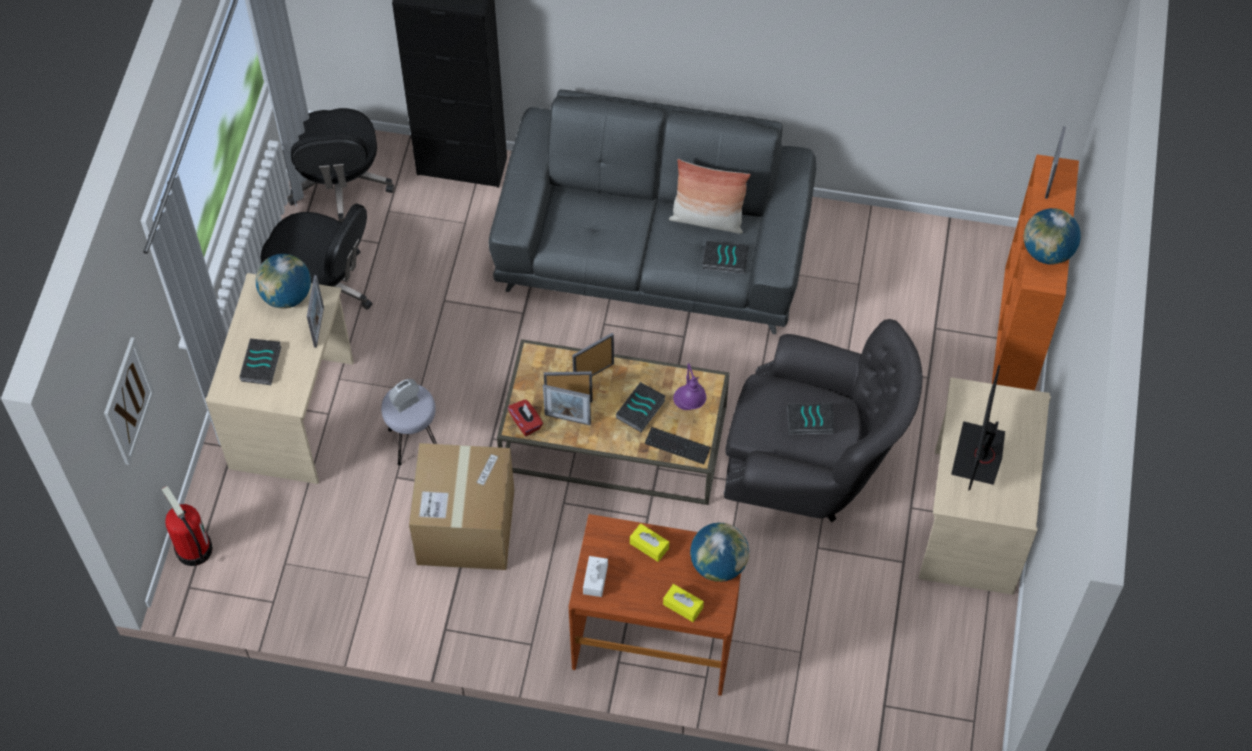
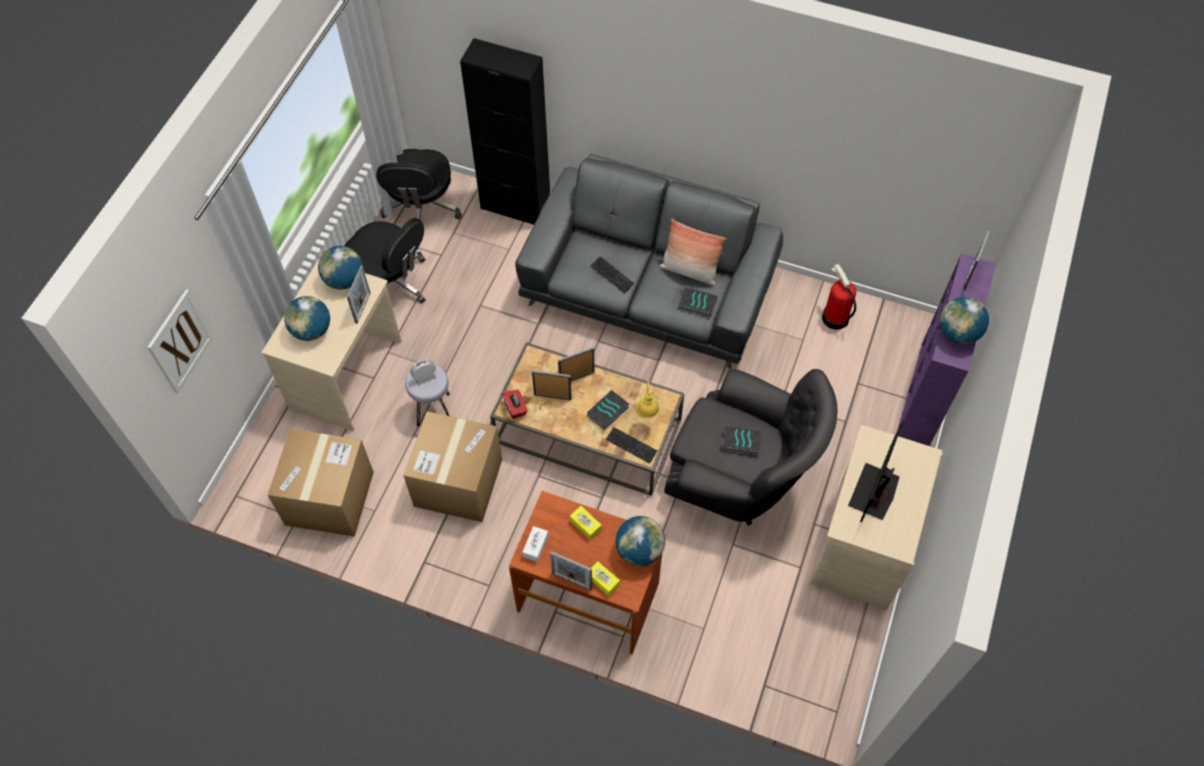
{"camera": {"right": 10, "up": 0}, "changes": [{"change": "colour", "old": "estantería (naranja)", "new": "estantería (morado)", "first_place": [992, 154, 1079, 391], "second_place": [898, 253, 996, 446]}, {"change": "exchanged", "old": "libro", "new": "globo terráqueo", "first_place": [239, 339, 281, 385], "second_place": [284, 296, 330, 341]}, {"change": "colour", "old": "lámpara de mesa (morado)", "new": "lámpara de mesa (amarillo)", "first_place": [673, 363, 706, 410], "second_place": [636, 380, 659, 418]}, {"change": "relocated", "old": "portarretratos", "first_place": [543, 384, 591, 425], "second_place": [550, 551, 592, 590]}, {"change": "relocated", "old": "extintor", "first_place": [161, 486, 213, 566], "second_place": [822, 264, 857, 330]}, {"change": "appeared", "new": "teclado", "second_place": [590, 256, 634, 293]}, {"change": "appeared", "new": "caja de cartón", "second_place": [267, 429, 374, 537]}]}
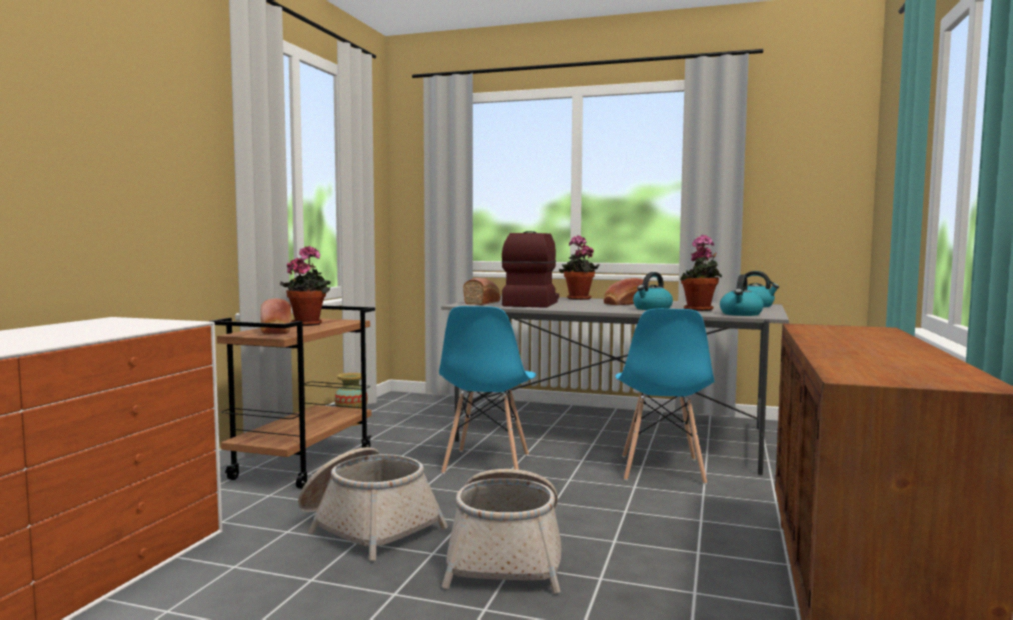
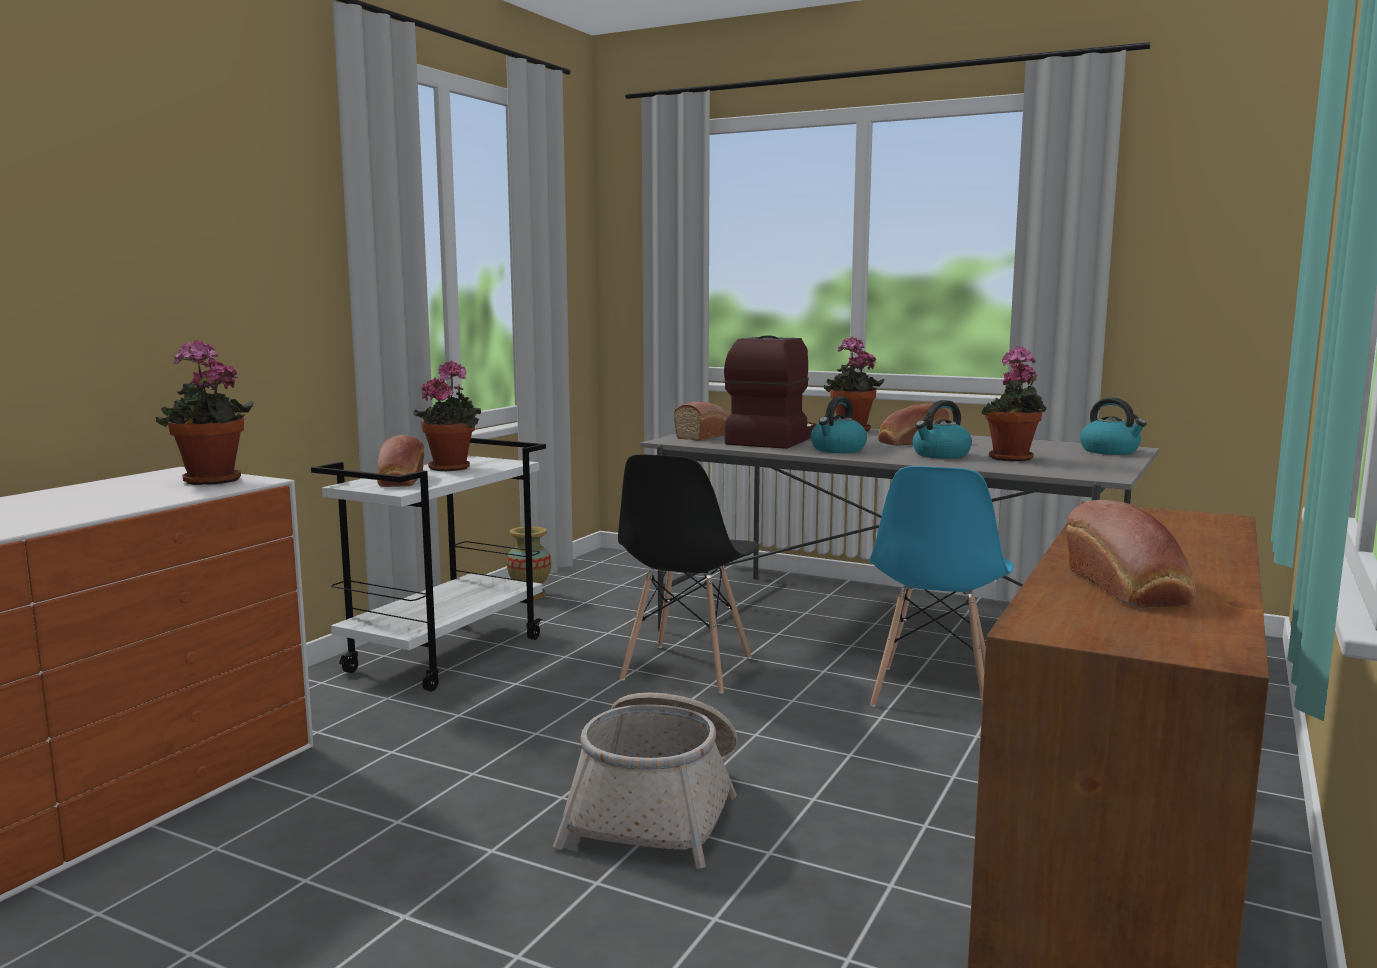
{"camera": {"right": 10, "up": 5}, "changes": [{"change": "relocated", "old": "hervidor", "first_place": [720, 275, 764, 316], "second_place": [811, 397, 867, 453]}, {"change": "colour", "old": "carrito (marrón)", "new": "carrito (blanco)", "first_place": [209, 305, 375, 489], "second_place": [311, 438, 546, 691]}, {"change": "colour", "old": "silla (azul)", "new": "silla (negro)", "first_place": [439, 306, 536, 474], "second_place": [618, 454, 759, 694]}, {"change": "missing", "old": "cesta", "first_place": [298, 447, 448, 561]}, {"change": "appeared", "new": "planta en maceta", "second_place": [156, 339, 254, 485]}, {"change": "appeared", "new": "pan", "second_place": [1066, 500, 1196, 608]}]}
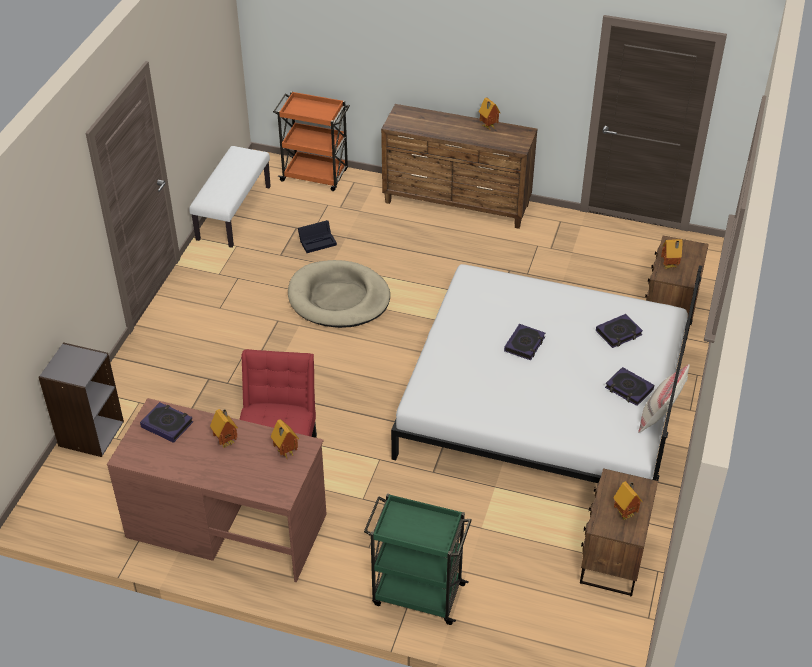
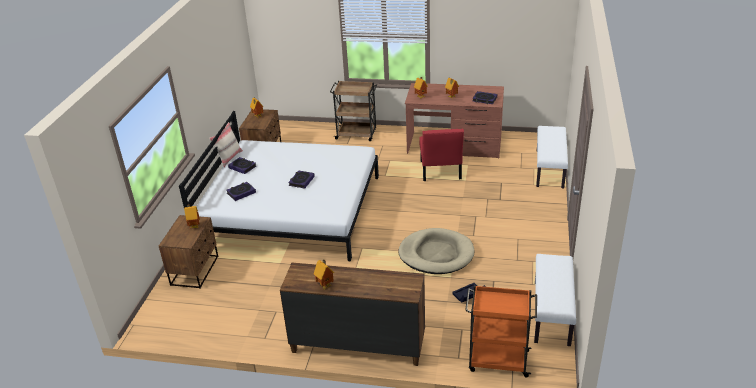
{"camera": {"right": 175, "up": -10}, "changes": [{"change": "exchanged", "old": "estantería (gris)", "new": "banco (blanco)", "first_place": [38, 342, 124, 457], "second_place": [536, 126, 568, 188]}, {"change": "colour", "old": "carrito (verde)", "new": "carrito (marrón)", "first_place": [364, 493, 472, 625], "second_place": [330, 81, 377, 141]}]}
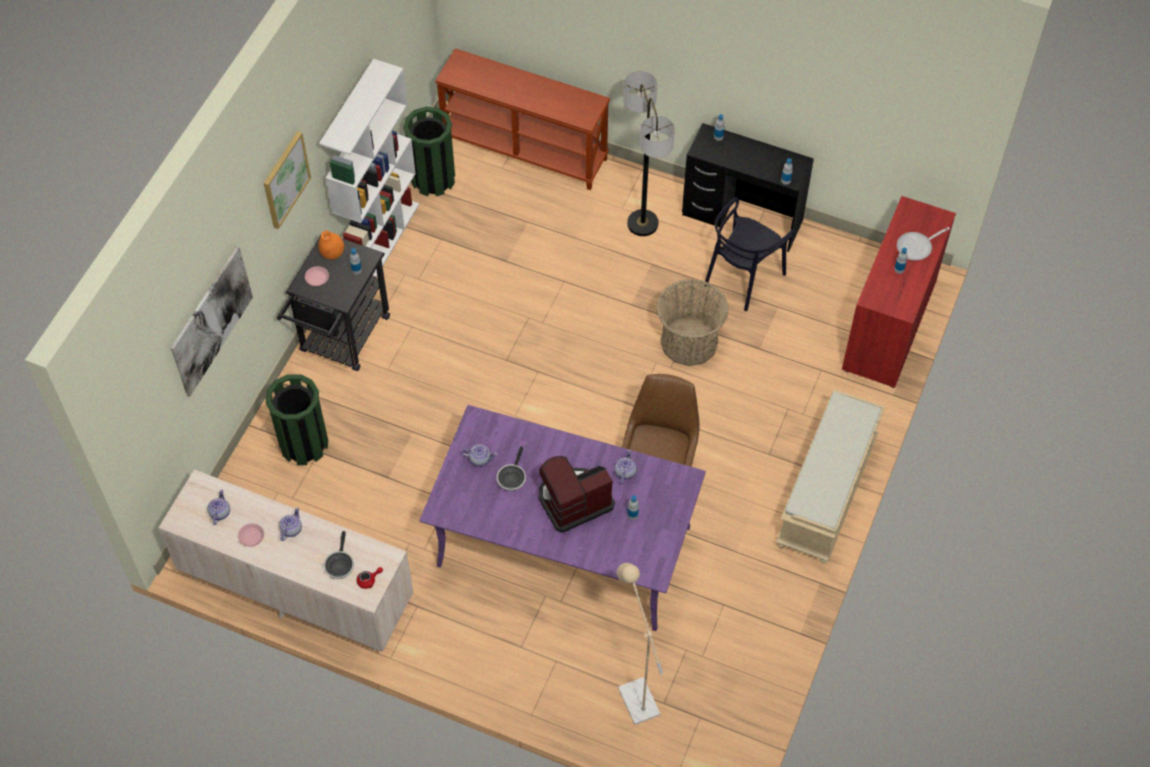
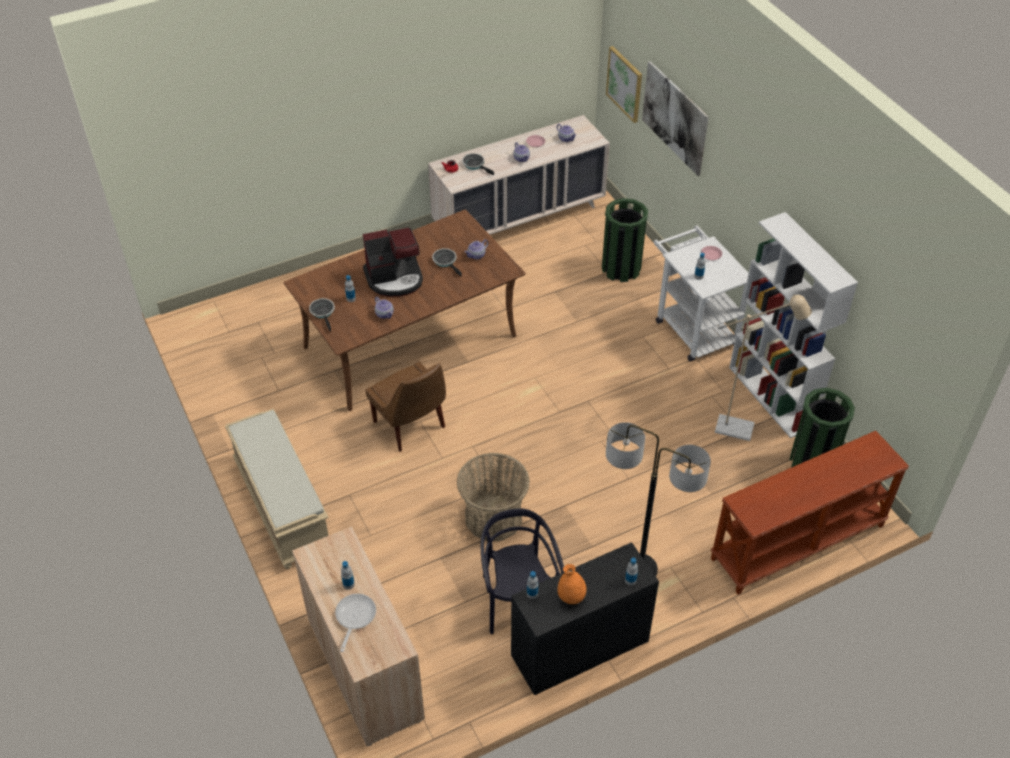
{"camera": {"right": 130, "up": -10}, "changes": [{"change": "relocated", "old": "cuadro", "first_place": [264, 131, 311, 229], "second_place": [606, 46, 642, 123]}, {"change": "colour", "old": "armario (rojo)", "new": "armario (beis)", "first_place": [842, 196, 956, 388], "second_place": [292, 527, 425, 746]}, {"change": "relocated", "old": "florero (naranja)", "first_place": [318, 231, 344, 259], "second_place": [557, 564, 587, 604]}, {"change": "colour", "old": "carrito (negro)", "new": "carrito (blanco)", "first_place": [277, 236, 390, 371], "second_place": [654, 225, 748, 361]}, {"change": "colour", "old": "mesa de comedor (morado)", "new": "mesa de comedor (marrón)", "first_place": [420, 405, 706, 631], "second_place": [283, 209, 526, 411]}, {"change": "spun", "old": "cafetera", "first_place": [539, 456, 615, 533], "second_place": [363, 227, 423, 297], "degrees": 60}, {"change": "relocated", "old": "lámpara de pie (beis)", "first_place": [617, 563, 663, 725], "second_place": [715, 295, 812, 441]}, {"change": "appeared", "new": "sartén", "second_place": [309, 298, 335, 332]}]}
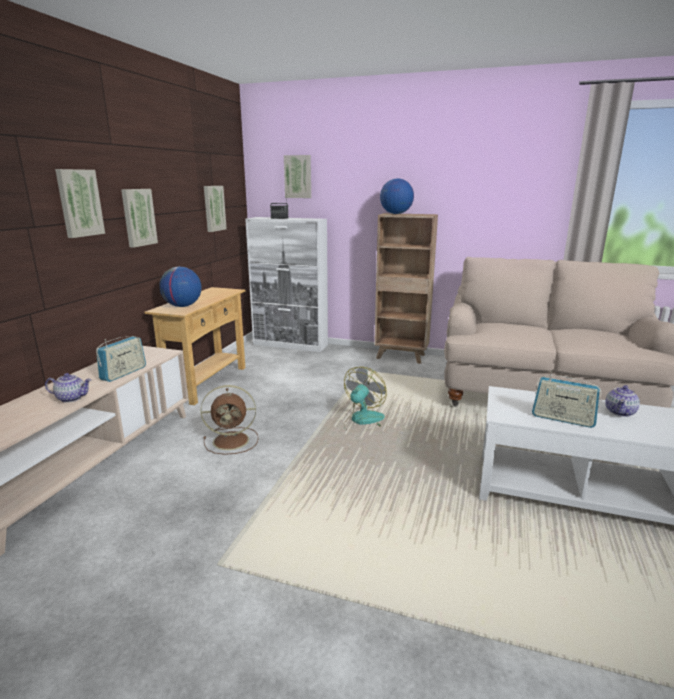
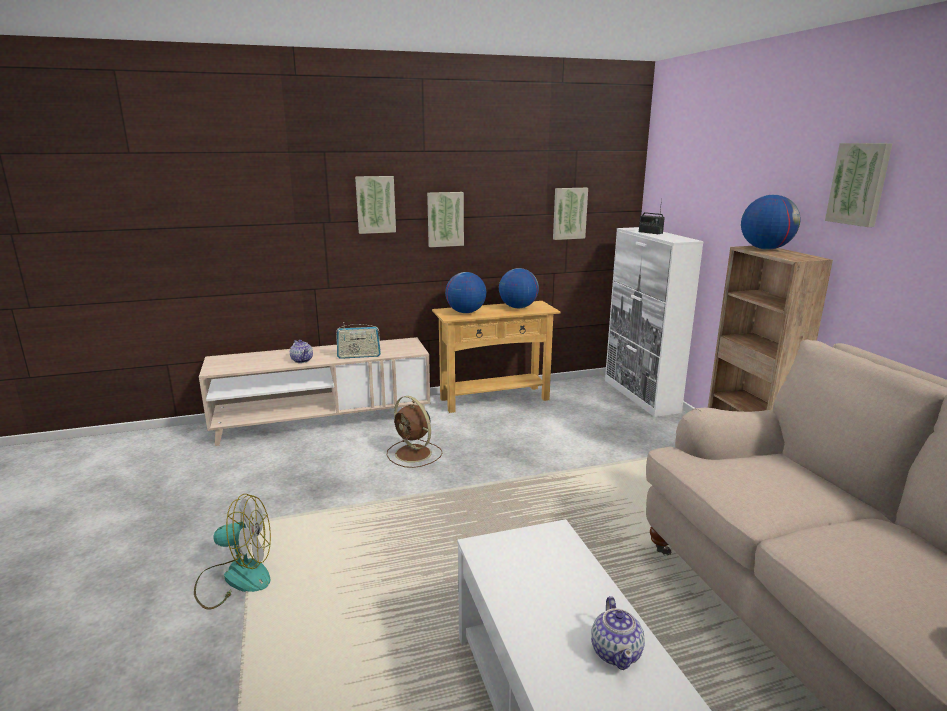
{"camera": {"right": 55, "up": 0}, "changes": [{"change": "relocated", "old": "cuadro", "first_place": [284, 155, 311, 198], "second_place": [825, 143, 893, 227]}, {"change": "relocated", "old": "ventilador", "first_place": [344, 367, 387, 428], "second_place": [194, 494, 271, 610]}, {"change": "missing", "old": "radio", "first_place": [532, 371, 601, 428]}, {"change": "spun", "old": "tetera", "first_place": [605, 385, 640, 417], "second_place": [591, 596, 645, 670], "degrees": -90}, {"change": "appeared", "new": "globo terráqueo", "second_place": [499, 268, 539, 308]}]}
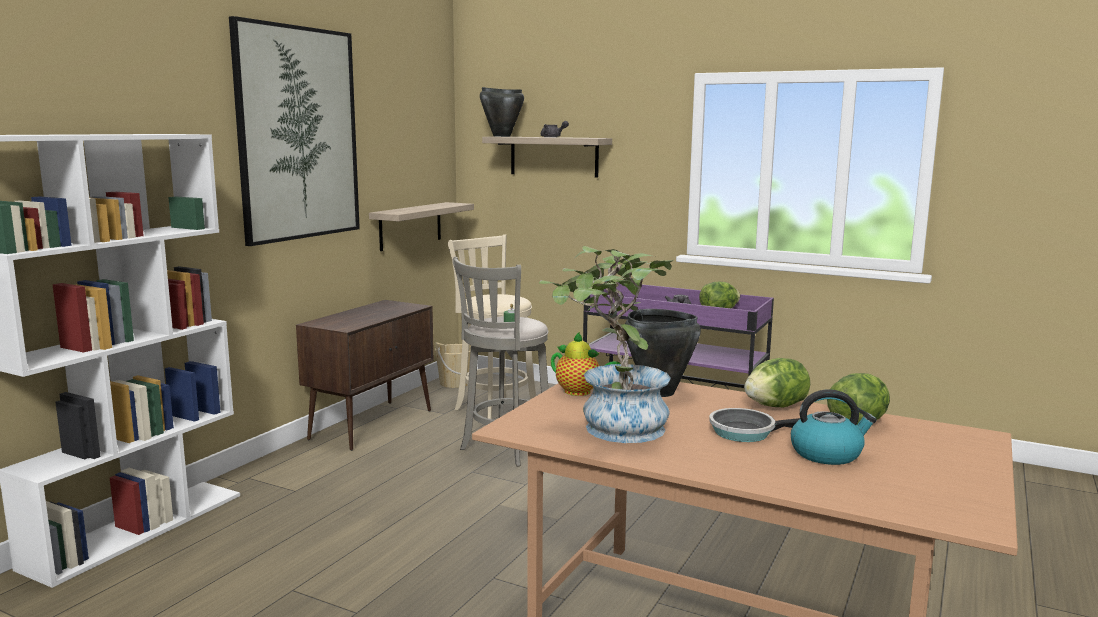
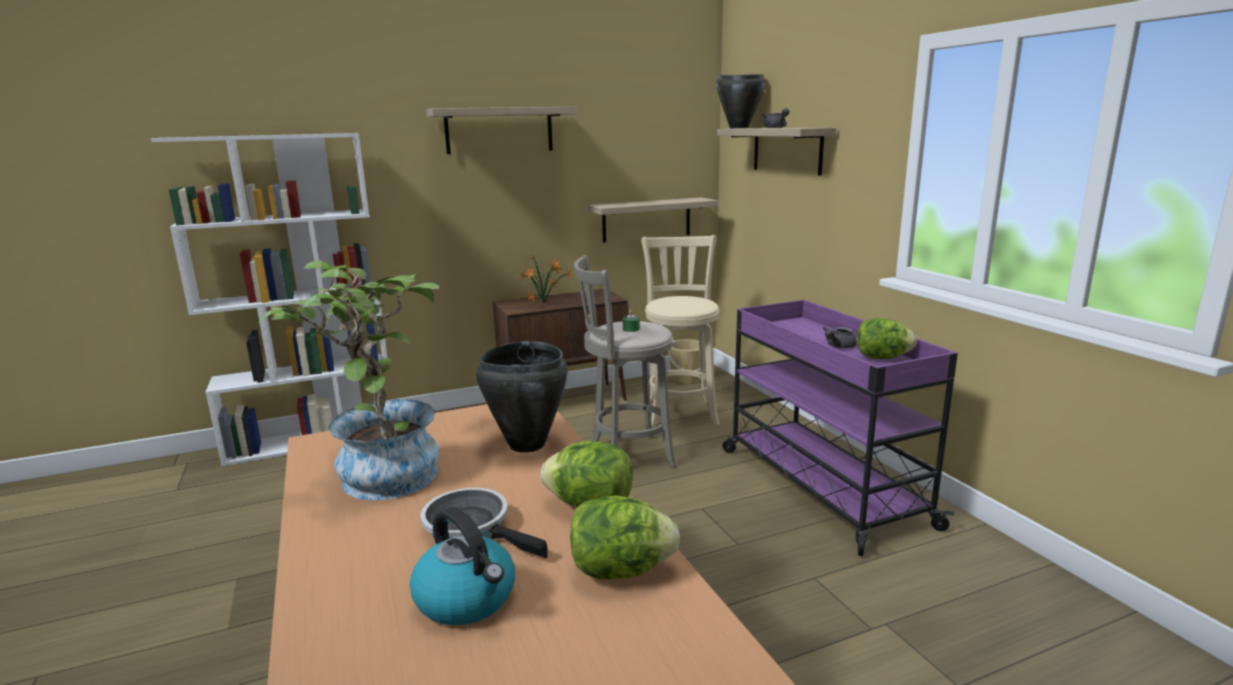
{"camera": {"right": 40, "up": 5}, "changes": [{"change": "exchanged", "old": "cuadro", "new": "estante", "first_place": [229, 16, 360, 246], "second_place": [426, 107, 577, 154]}, {"change": "missing", "old": "tetera", "first_place": [551, 332, 620, 396]}, {"change": "appeared", "new": "planta en maceta", "second_place": [520, 254, 572, 304]}]}
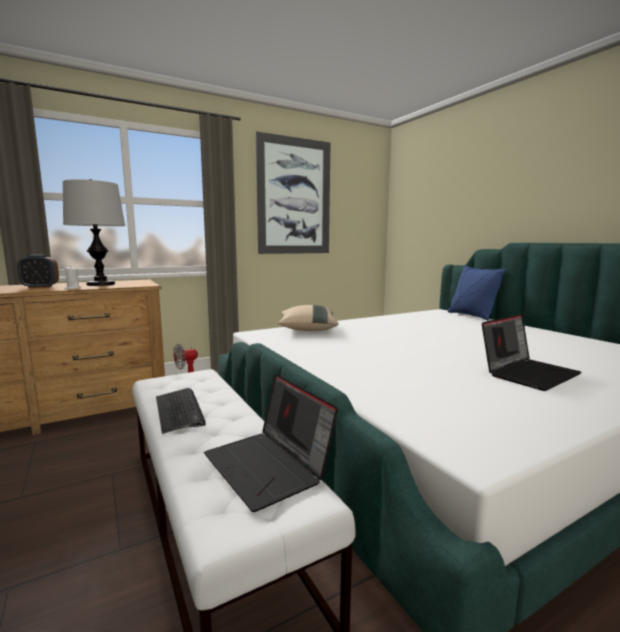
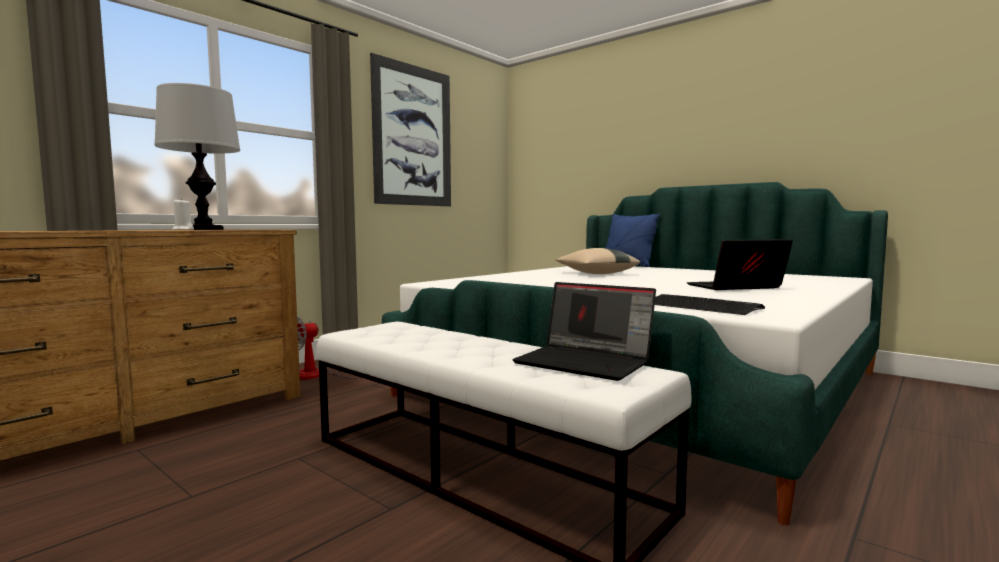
{"camera": {"right": -20, "up": -5}, "changes": [{"change": "missing", "old": "despertador", "first_place": [17, 255, 59, 288]}, {"change": "relocated", "old": "cojín (beis)", "first_place": [278, 305, 338, 331], "second_place": [556, 248, 640, 274]}, {"change": "spun", "old": "portátil", "first_place": [482, 314, 581, 391], "second_place": [687, 239, 793, 290], "degrees": -135}, {"change": "relocated", "old": "teclado", "first_place": [156, 388, 206, 434], "second_place": [655, 294, 765, 315]}]}
